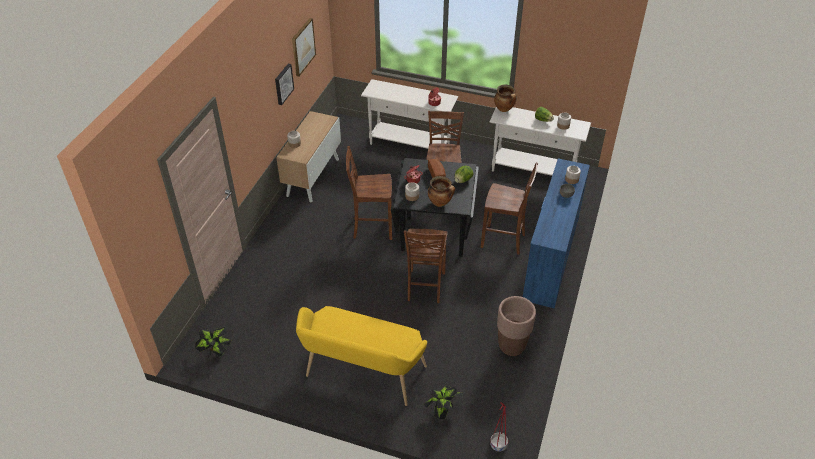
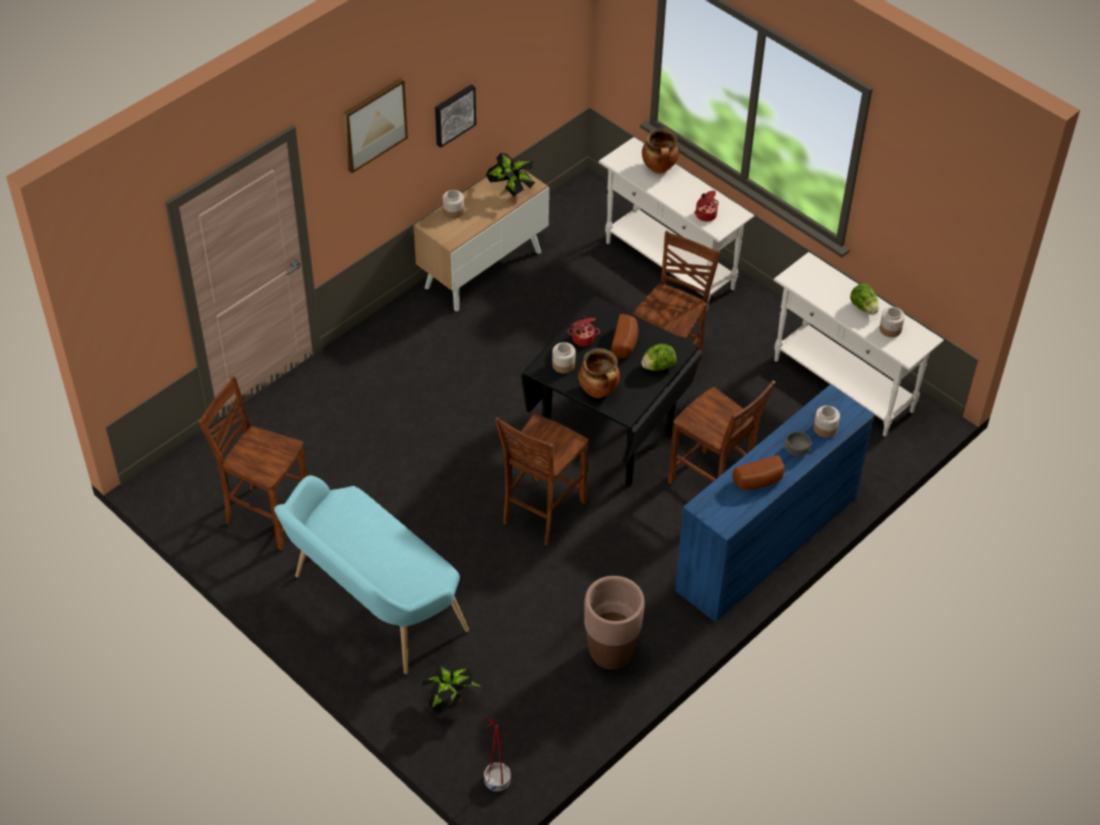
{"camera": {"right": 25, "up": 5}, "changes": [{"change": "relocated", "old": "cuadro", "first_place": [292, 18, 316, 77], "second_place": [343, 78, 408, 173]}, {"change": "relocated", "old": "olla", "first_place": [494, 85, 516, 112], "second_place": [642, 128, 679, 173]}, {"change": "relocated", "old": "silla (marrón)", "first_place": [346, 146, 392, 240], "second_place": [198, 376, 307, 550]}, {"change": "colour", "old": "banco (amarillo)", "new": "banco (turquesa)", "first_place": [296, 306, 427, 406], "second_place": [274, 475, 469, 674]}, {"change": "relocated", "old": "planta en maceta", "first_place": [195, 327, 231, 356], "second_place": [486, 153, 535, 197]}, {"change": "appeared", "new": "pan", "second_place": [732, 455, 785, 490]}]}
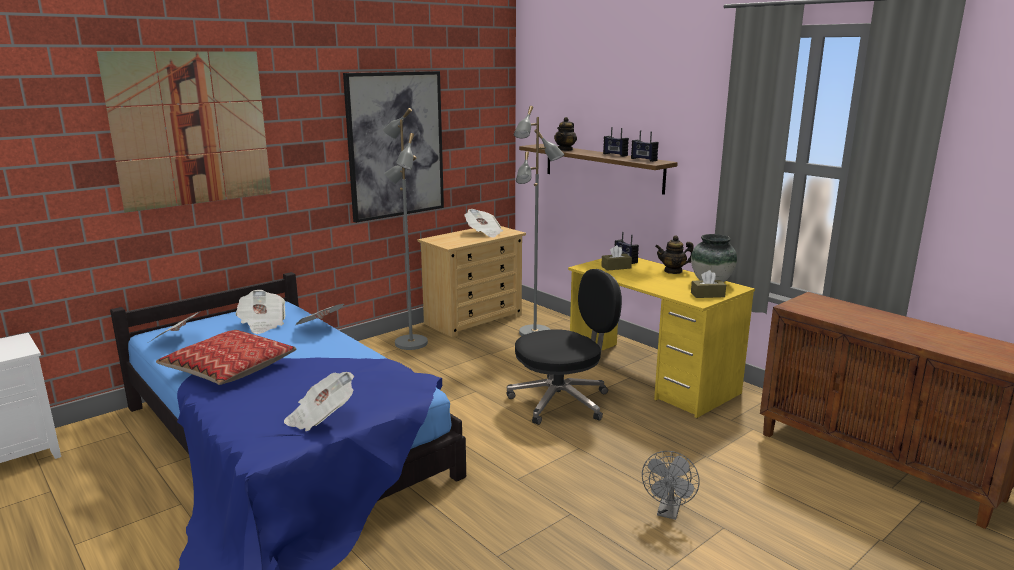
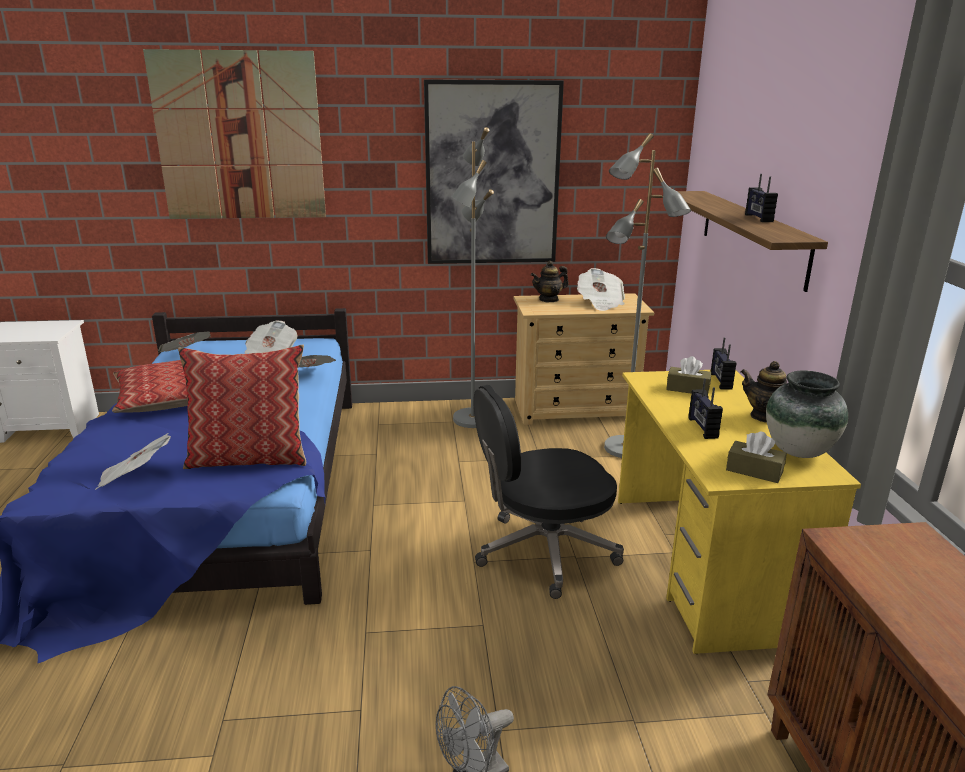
{"camera": {"right": 35, "up": 5}, "changes": [{"change": "relocated", "old": "tetera", "first_place": [554, 117, 577, 151], "second_place": [531, 261, 569, 302]}, {"change": "relocated", "old": "radio", "first_place": [631, 130, 659, 162], "second_place": [688, 378, 723, 439]}, {"change": "spun", "old": "silla de oficina (negro)", "first_place": [506, 269, 622, 425], "second_place": [473, 385, 624, 599], "degrees": 150}, {"change": "appeared", "new": "cojín", "second_place": [178, 345, 306, 469]}]}
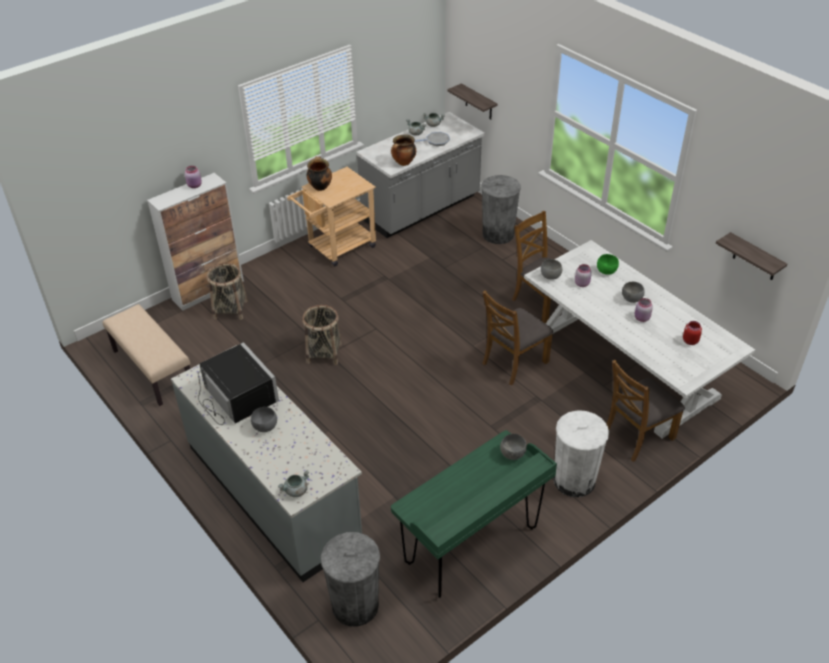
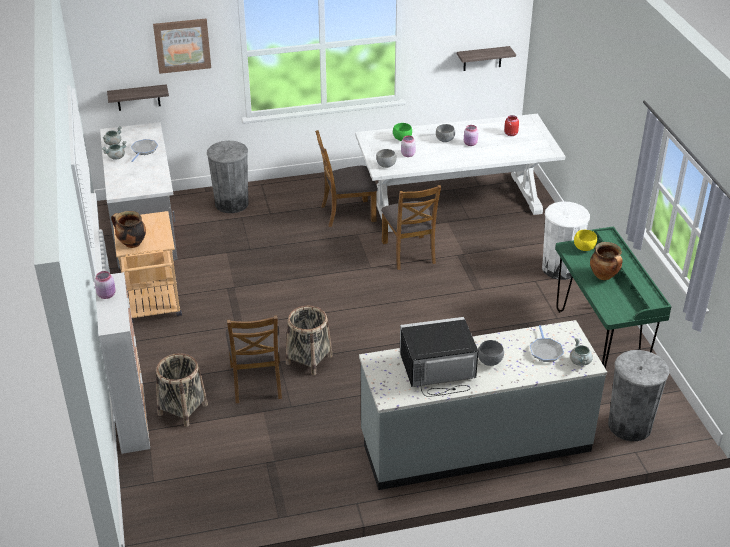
{"camera": {"right": -65, "up": -5}, "changes": [{"change": "relocated", "old": "olla", "first_place": [391, 135, 416, 166], "second_place": [590, 242, 623, 280]}, {"change": "missing", "old": "banco (beis)", "first_place": [103, 304, 190, 406]}, {"change": "relocated", "old": "silla (marrón)", "first_place": [607, 360, 685, 462], "second_place": [226, 315, 282, 403]}, {"change": "colour", "old": "cuenco (gris)", "new": "cuenco (amarillo)", "first_place": [500, 434, 527, 460], "second_place": [574, 230, 597, 251]}, {"change": "appeared", "new": "cuadro", "second_place": [153, 19, 211, 74]}, {"change": "appeared", "new": "sartén", "second_place": [530, 325, 564, 362]}]}
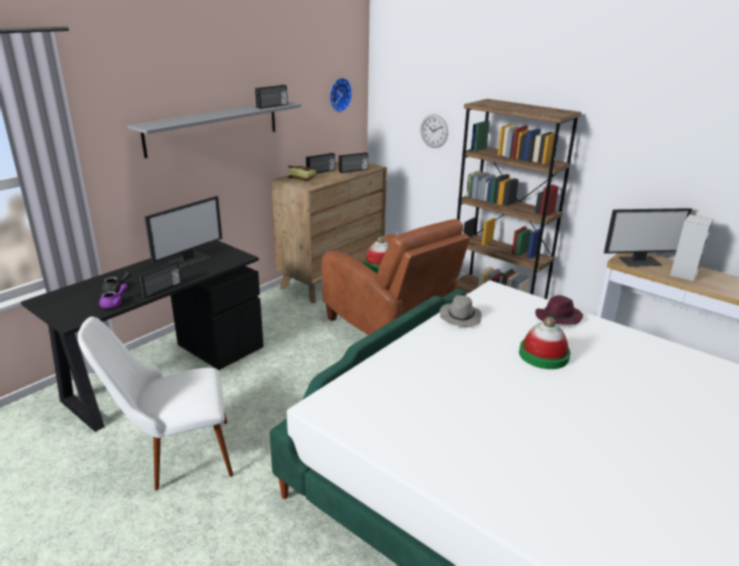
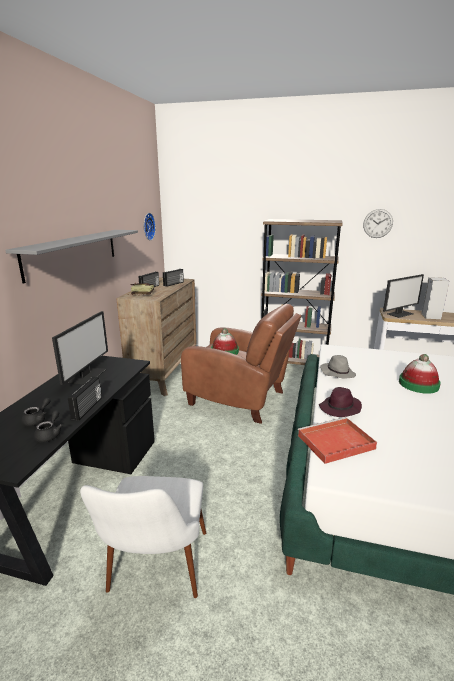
{"camera": {"right": -25, "up": -5}, "changes": [{"change": "missing", "old": "radio", "first_place": [255, 85, 288, 109]}, {"change": "relocated", "old": "reloj de pared", "first_place": [420, 114, 448, 148], "second_place": [363, 209, 393, 238]}, {"change": "colour", "old": "tetera (morado)", "new": "tetera (negro)", "first_place": [99, 284, 128, 309], "second_place": [34, 410, 63, 442]}, {"change": "relocated", "old": "sombrero (morado)", "first_place": [535, 295, 583, 325], "second_place": [319, 387, 362, 417]}, {"change": "spun", "old": "silla (blanco)", "first_place": [78, 317, 233, 490], "second_place": [80, 476, 206, 598], "degrees": -45}, {"change": "appeared", "new": "bandeja (rojo)", "second_place": [298, 417, 377, 464]}]}
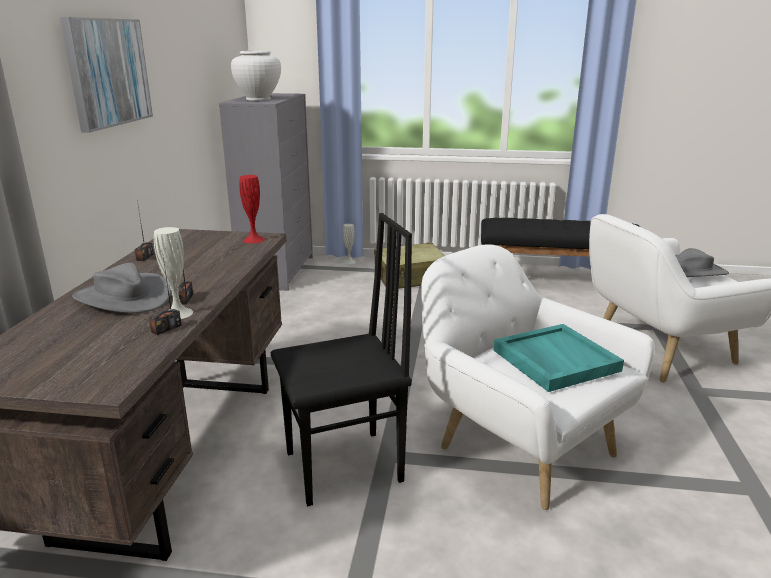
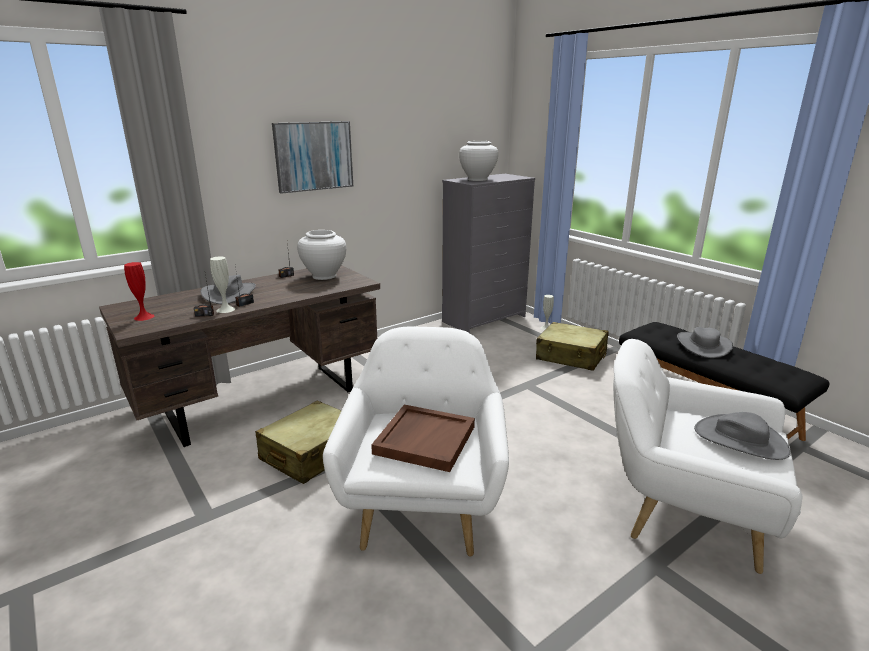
{"camera": {"right": 45, "up": 0}, "changes": [{"change": "relocated", "old": "florero (rojo)", "first_place": [239, 175, 265, 243], "second_place": [124, 262, 154, 321]}, {"change": "exchanged", "old": "silla (negro)", "new": "maleta (beis)", "first_place": [271, 213, 412, 506], "second_place": [255, 401, 341, 484]}, {"change": "colour", "old": "bandeja (turquesa)", "new": "bandeja (marrón)", "first_place": [493, 324, 624, 392], "second_place": [371, 405, 475, 472]}, {"change": "appeared", "new": "florero (blanco)", "second_place": [297, 230, 346, 280]}, {"change": "appeared", "new": "sombrero (gris)", "second_place": [677, 327, 733, 358]}]}
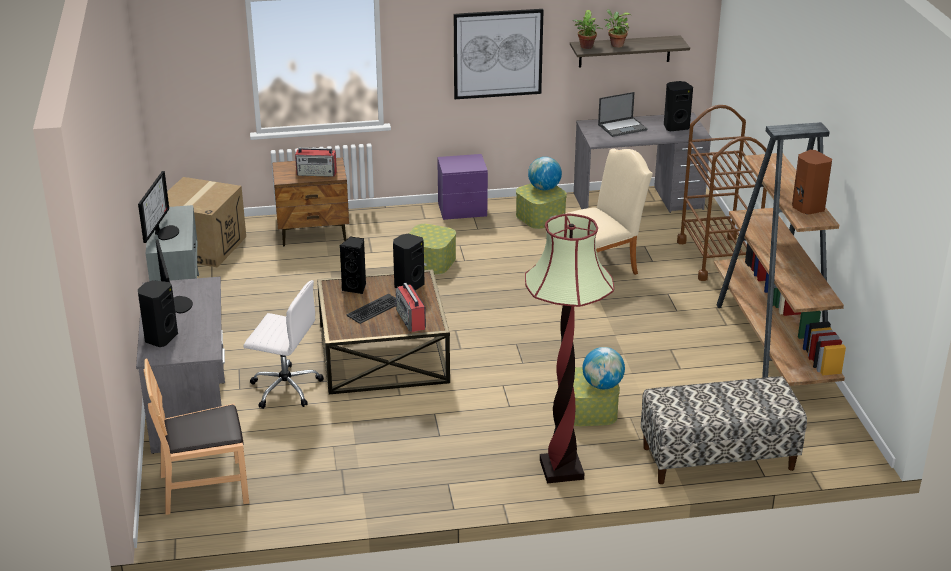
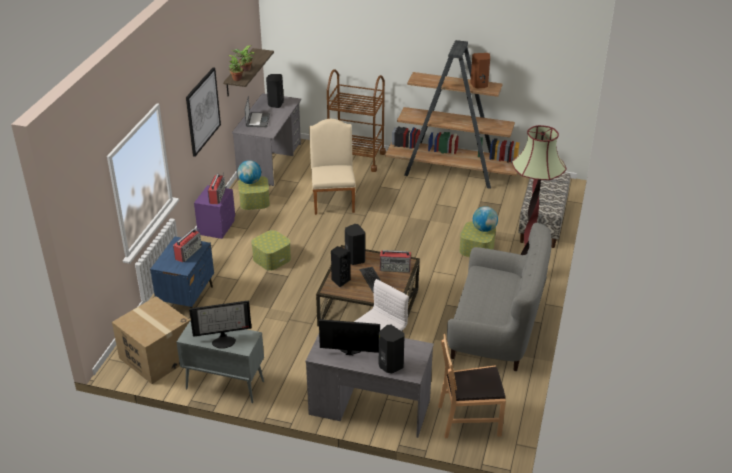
{"camera": {"right": -65, "up": 5}, "changes": [{"change": "colour", "old": "mesita de noche (marrón)", "new": "mesita de noche (azul)", "first_place": [272, 157, 349, 246], "second_place": [150, 237, 214, 308]}, {"change": "spun", "old": "monitor", "first_place": [138, 171, 179, 243], "second_place": [189, 300, 251, 349], "degrees": 135}, {"change": "spun", "old": "silla (marrón)", "first_place": [144, 358, 249, 515], "second_place": [438, 334, 506, 438], "degrees": 75}, {"change": "appeared", "new": "radio", "second_place": [208, 174, 227, 204]}, {"change": "appeared", "new": "sofá (gris)", "second_place": [447, 223, 552, 371]}]}
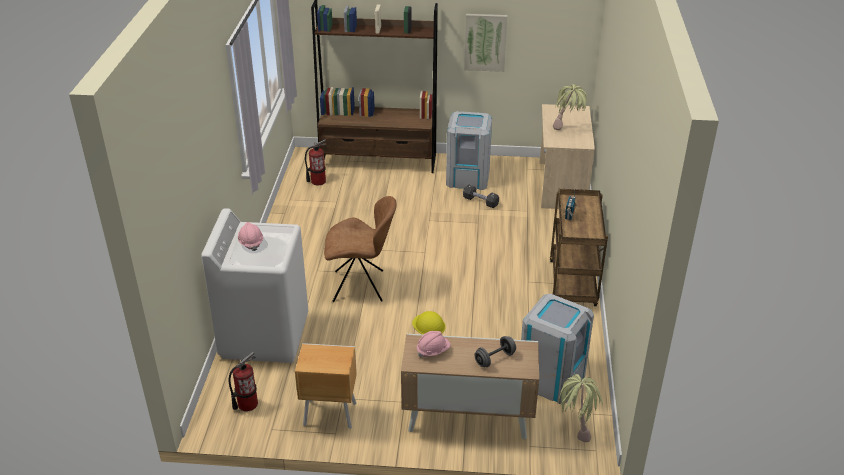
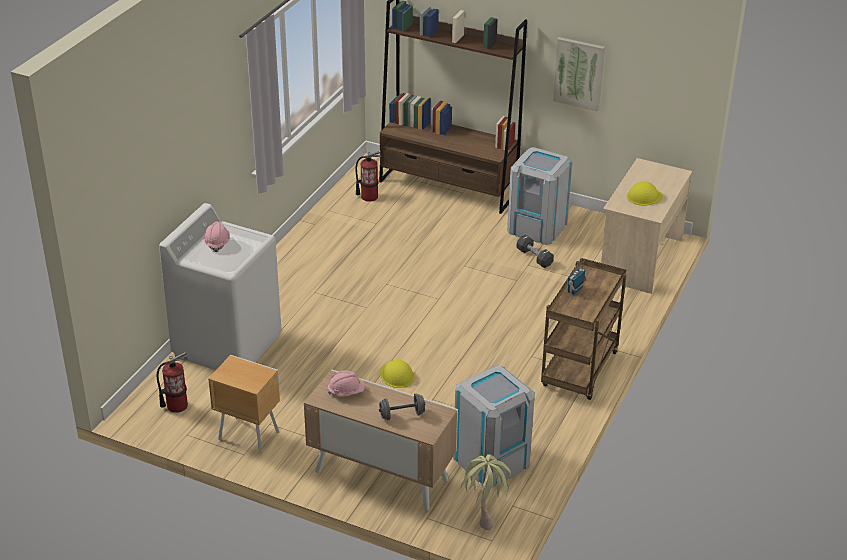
{"camera": {"right": 20, "up": 0}, "changes": [{"change": "exchanged", "old": "planta en maceta", "new": "casco (amarillo)", "first_place": [553, 84, 588, 130], "second_place": [627, 182, 663, 206]}, {"change": "missing", "old": "silla (marrón)", "first_place": [324, 196, 396, 302]}]}
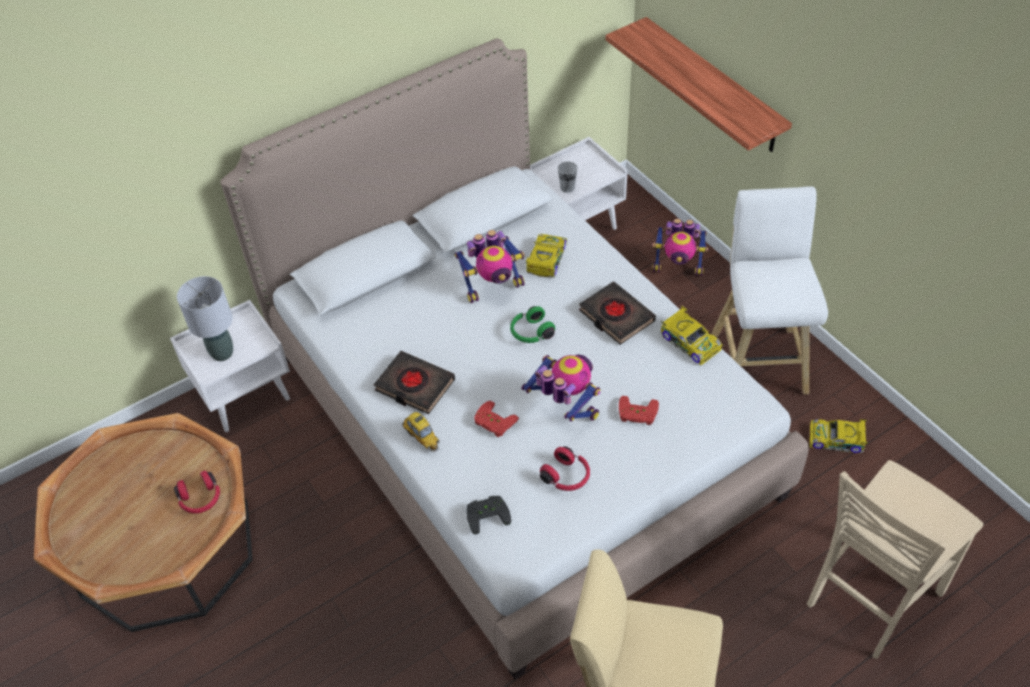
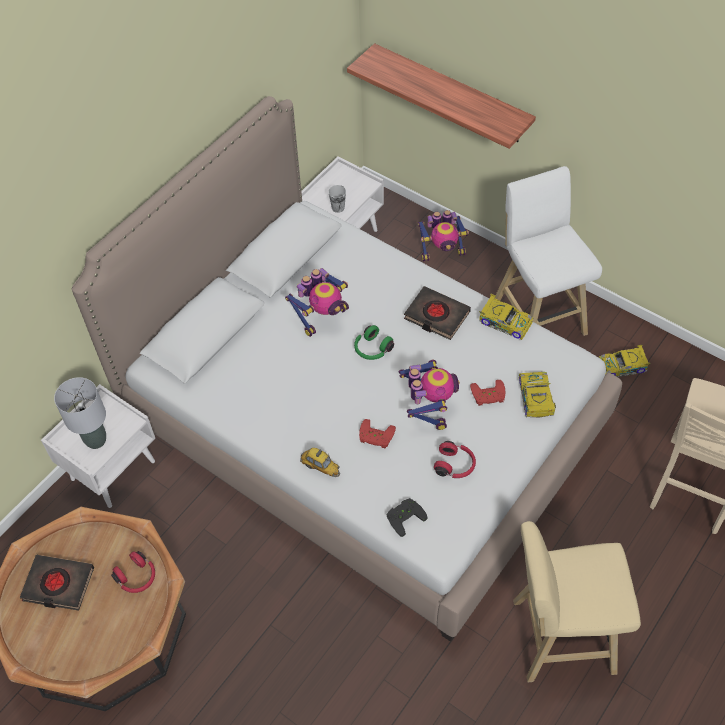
{"camera": {"right": -20, "up": 5}, "changes": [{"change": "relocated", "old": "coche de juguete", "first_place": [526, 234, 567, 278], "second_place": [518, 372, 556, 418]}, {"change": "relocated", "old": "libro (negro)", "first_place": [374, 351, 455, 415], "second_place": [20, 555, 94, 611]}, {"change": "spun", "old": "robot de juguete", "first_place": [521, 355, 601, 422], "second_place": [399, 359, 460, 430], "degrees": 60}]}
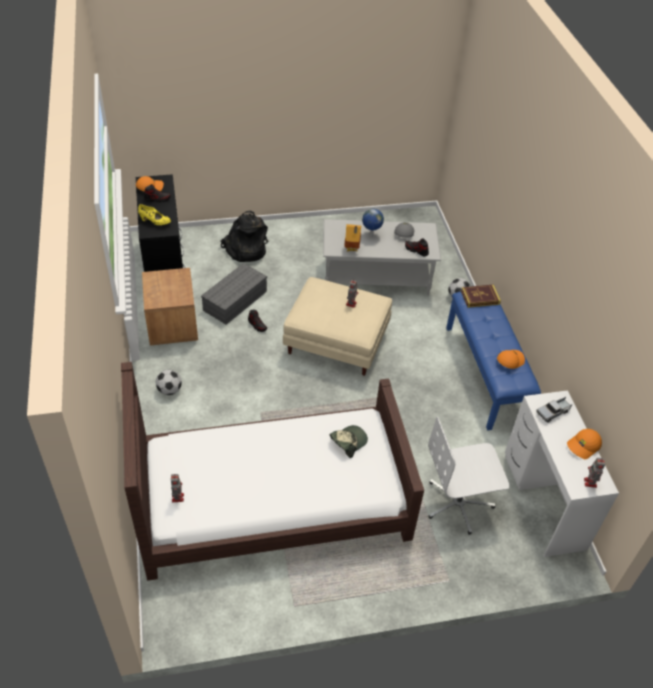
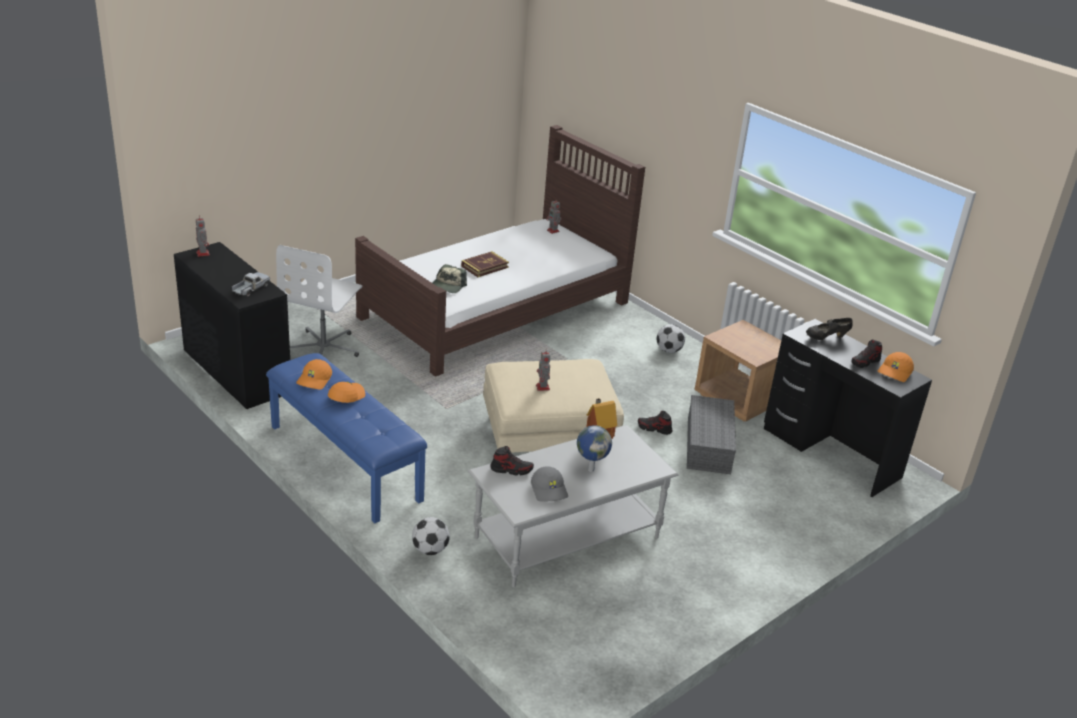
{"camera": {"right": 150, "up": -15}, "changes": [{"change": "colour", "old": "zapato (amarillo)", "new": "zapato (negro)", "first_place": [138, 204, 171, 225], "second_place": [806, 318, 853, 340]}, {"change": "missing", "old": "mochila (negro)", "first_place": [220, 211, 268, 262]}, {"change": "relocated", "old": "libro", "first_place": [461, 284, 501, 308], "second_place": [461, 251, 509, 277]}, {"change": "colour", "old": "escritorio (blanco)", "new": "escritorio (negro)", "first_place": [505, 390, 619, 557], "second_place": [174, 242, 290, 409]}, {"change": "spun", "old": "silla de oficina (blanco)", "first_place": [428, 417, 510, 535], "second_place": [276, 245, 362, 357], "degrees": 150}, {"change": "relocated", "old": "gorra (naranja)", "first_place": [567, 429, 602, 459], "second_place": [328, 381, 365, 403]}]}
